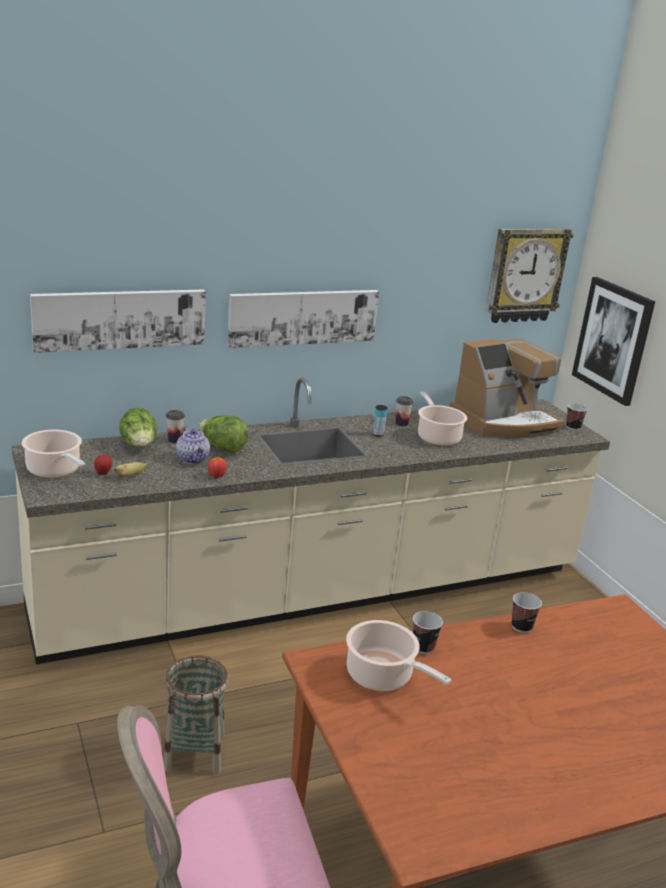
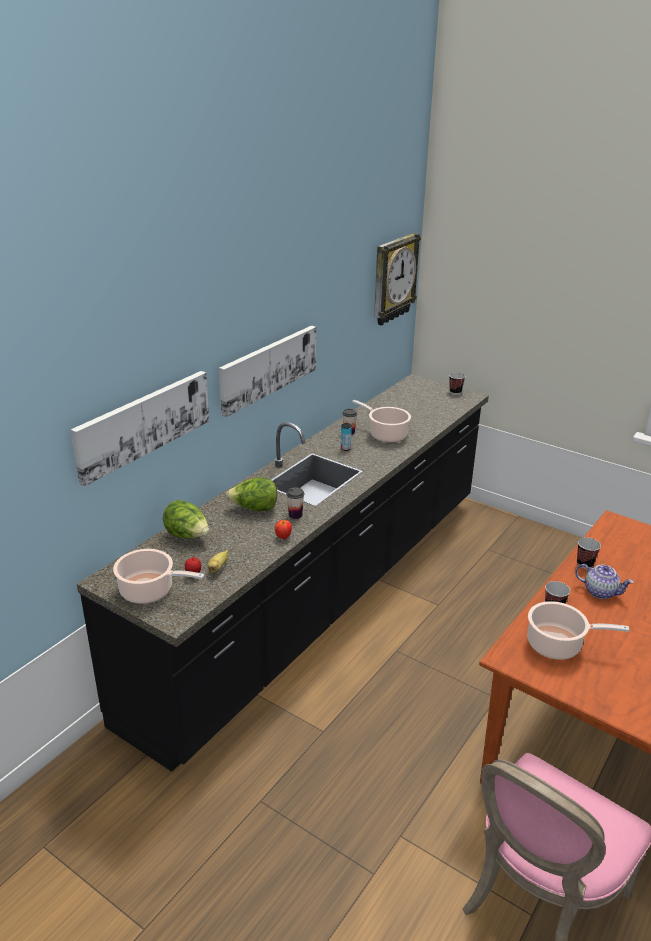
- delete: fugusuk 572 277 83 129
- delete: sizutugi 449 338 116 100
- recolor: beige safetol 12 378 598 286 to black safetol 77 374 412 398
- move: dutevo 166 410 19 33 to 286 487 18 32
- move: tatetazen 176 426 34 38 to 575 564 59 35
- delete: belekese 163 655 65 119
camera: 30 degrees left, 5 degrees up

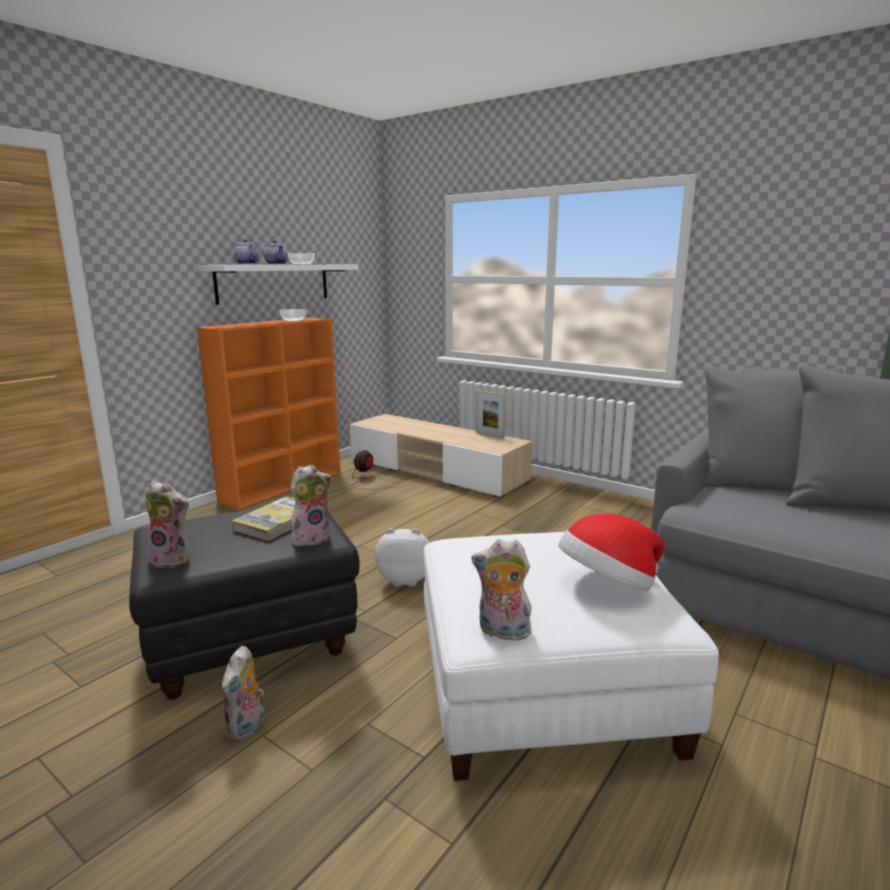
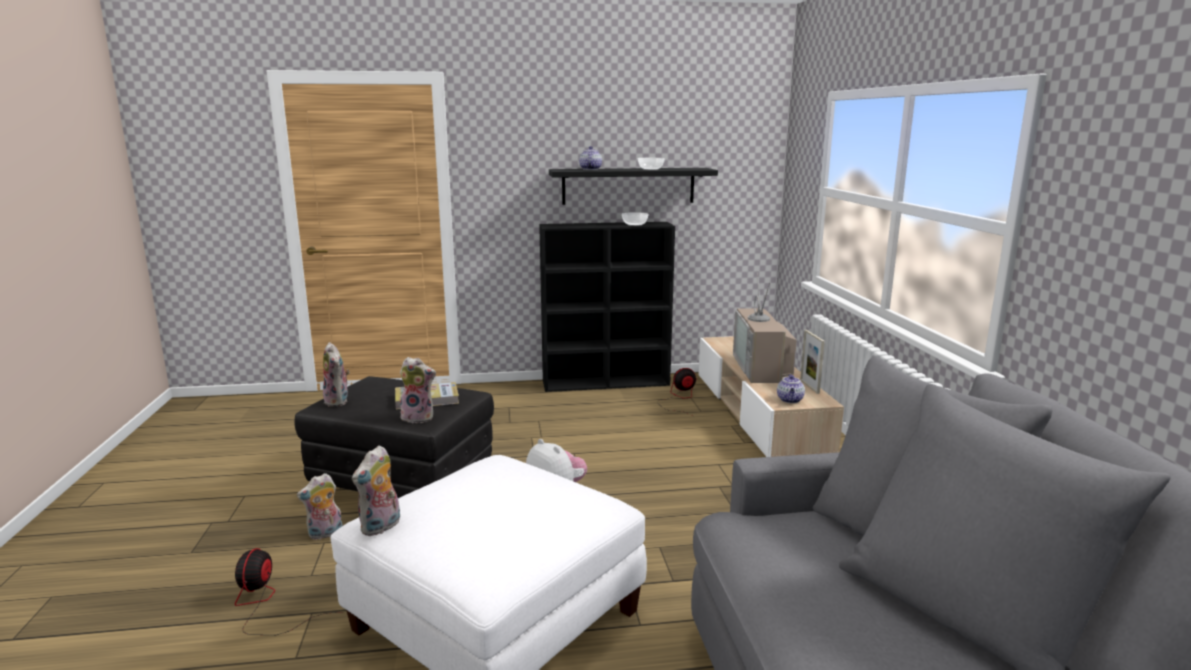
- move: tatetazen 264 240 24 24 to 777 374 28 29
- recolor: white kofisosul 199 265 160 40 to black kofisosul 549 168 169 37
- recolor: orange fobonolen 197 318 144 192 to black fobonolen 539 222 136 170
- delete: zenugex 558 514 106 76
- rotate: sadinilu 471 539 62 102 = 352 445 48 91 120 degrees counterclockwise
- insert: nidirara 733 271 64 112
- insert: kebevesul 235 548 108 87
camera: 45 degrees right, 0 degrees up

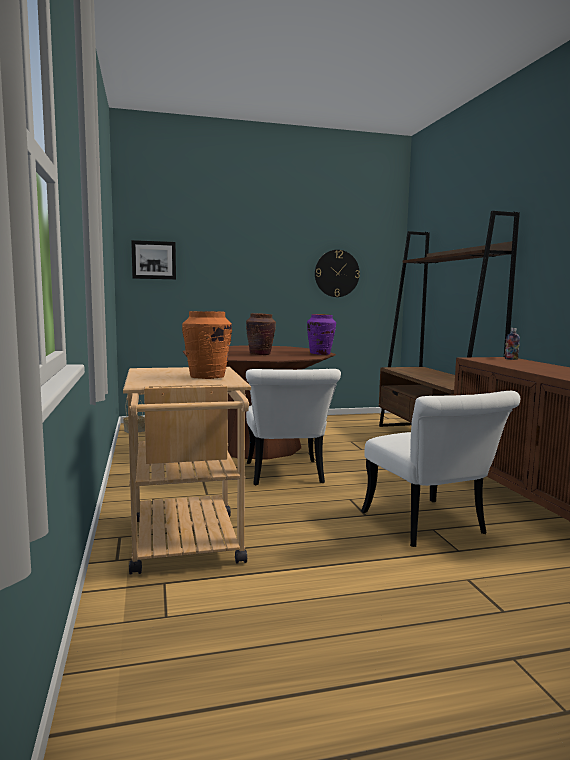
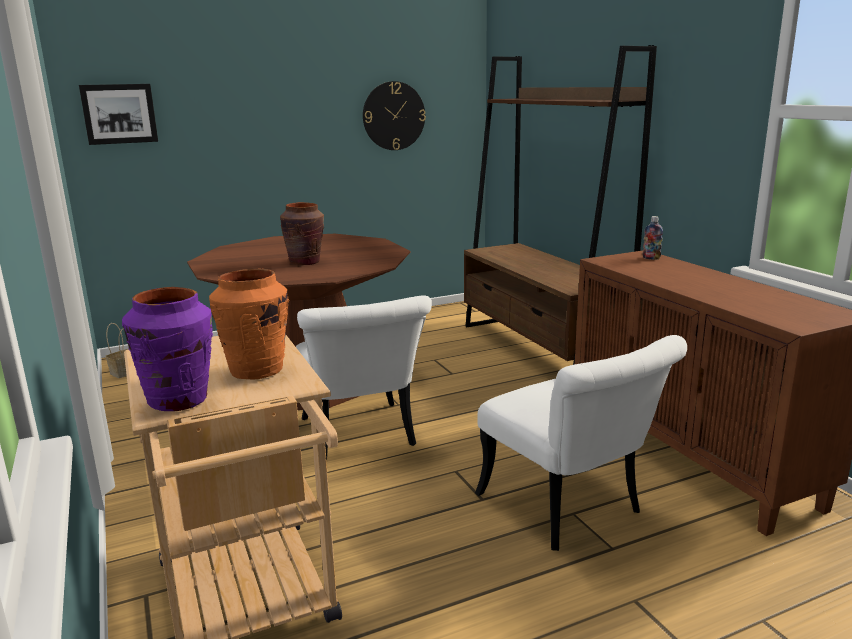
- move: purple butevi 307 314 29 41 to 122 287 91 124
camera: 10 degrees left, 10 degrees up

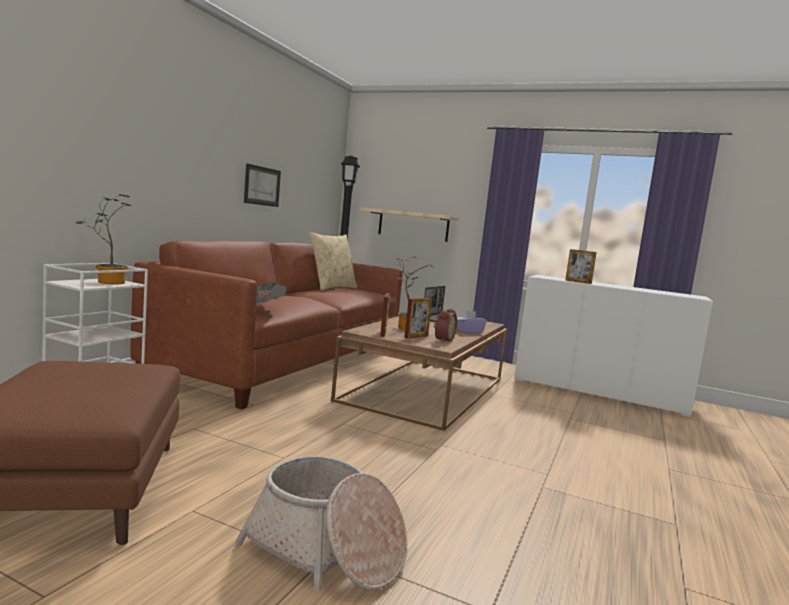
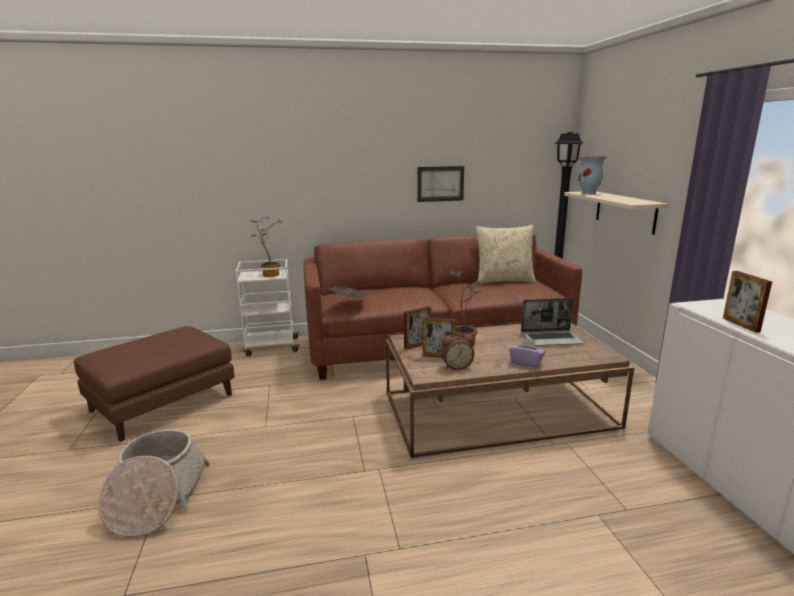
- insert: butevi 578 156 29 39
camera: 55 degrees right, 10 degrees up

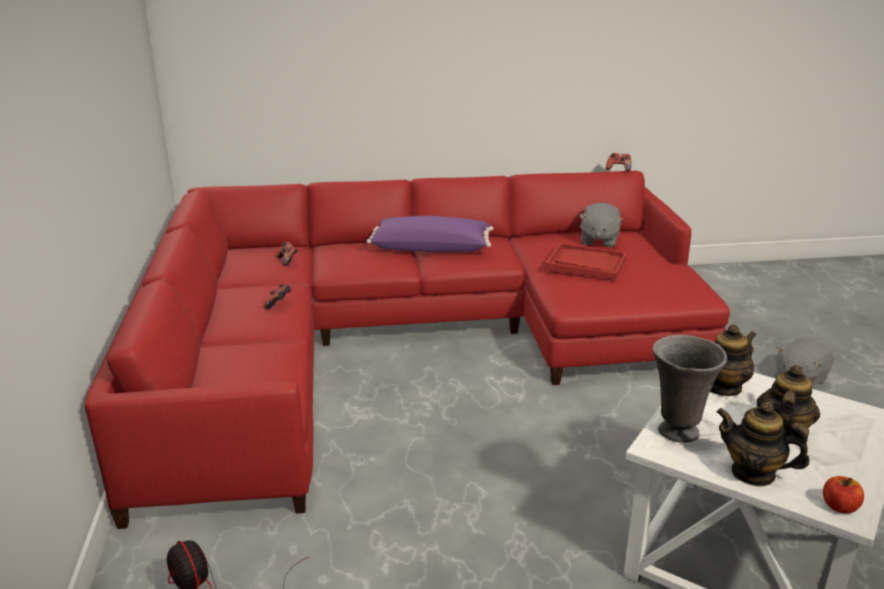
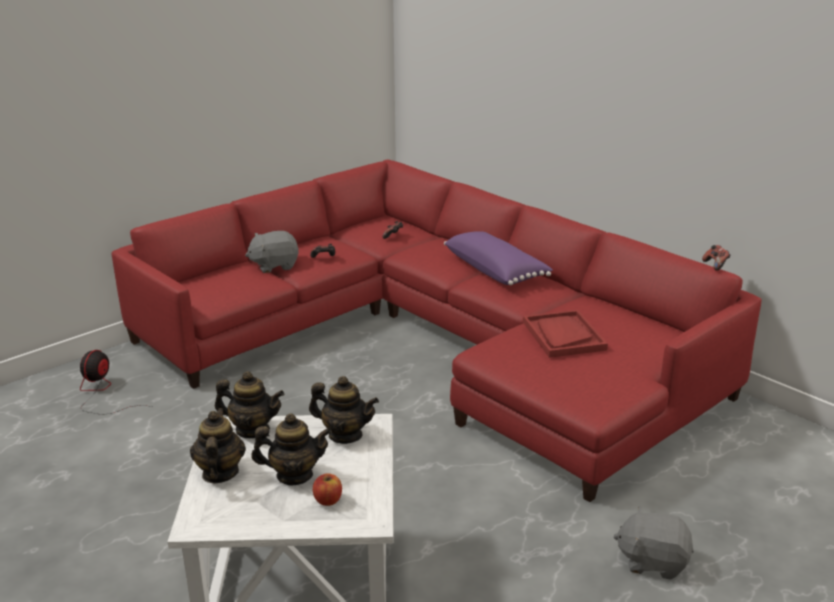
- move: grey sadinilu 579 203 44 45 to 245 231 54 42
- replace: grey butevi 652 335 75 108 to tatetazen 215 371 69 67
- move: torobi 823 476 41 37 to 313 473 29 33
camera: 55 degrees right, 0 degrees up

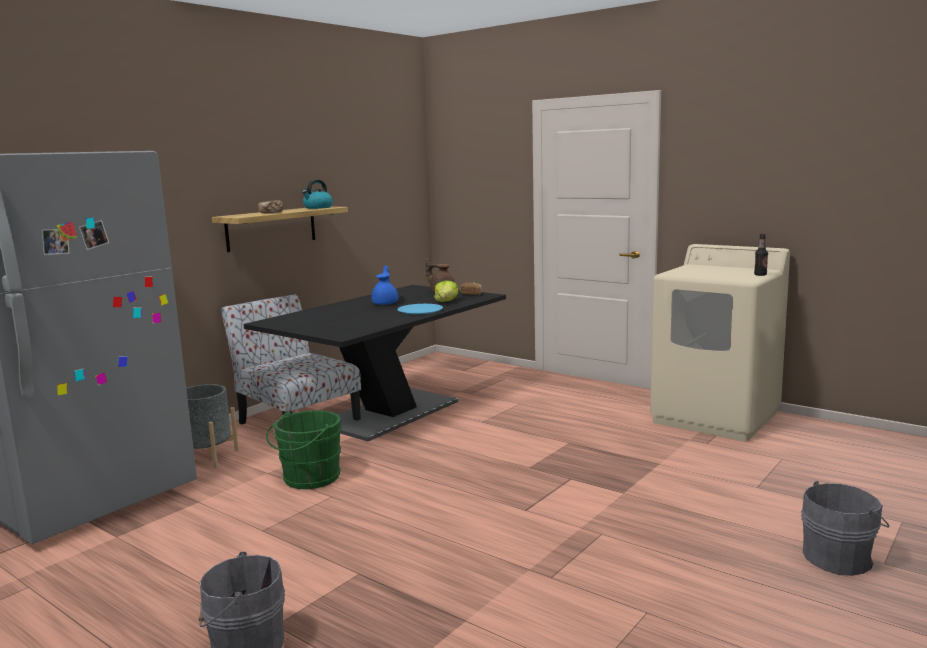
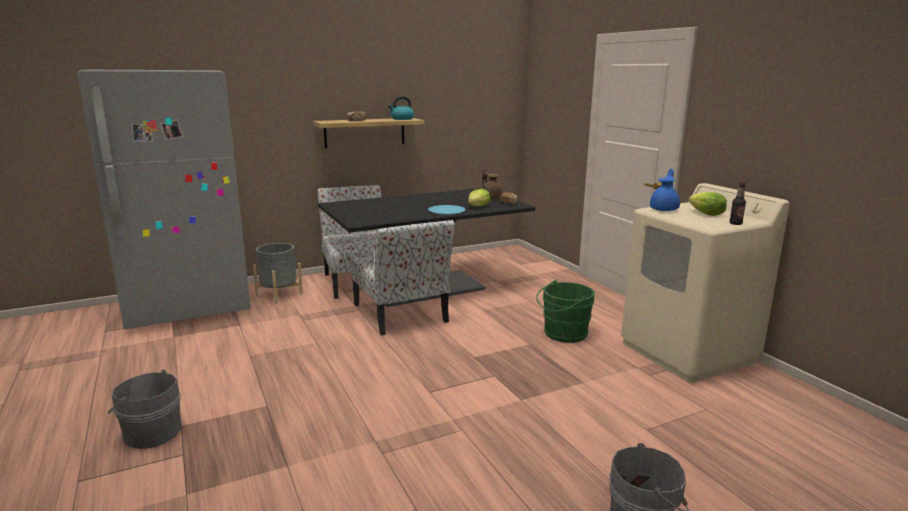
- move: blue tatetazen 372 265 26 40 to 650 169 30 42
- move: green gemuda 266 411 76 78 to 536 280 59 63
- insert: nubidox 688 192 39 24
- insert: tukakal 350 220 105 115
camera: 25 degrees right, 5 degrees up

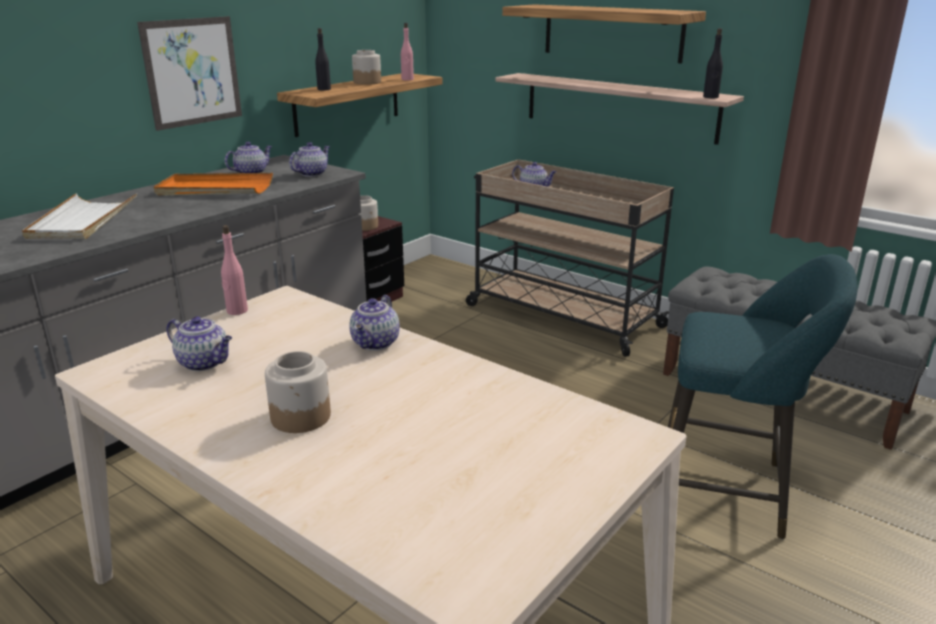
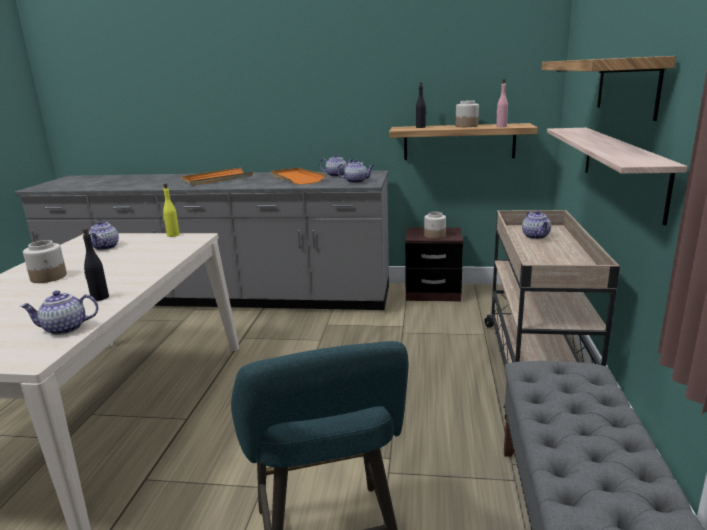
- delete: fugusuk 137 16 105 115
- move: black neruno 703 28 20 70 to 83 228 26 73
- recolor: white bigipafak 22 193 115 46 to orange bigipafak 182 167 71 19
- recolor: pink neruno 221 225 27 90 to yellow neruno 163 183 17 54
- move: tatetazen 349 295 51 56 to 20 291 78 44
camera: 60 degrees right, 5 degrees down

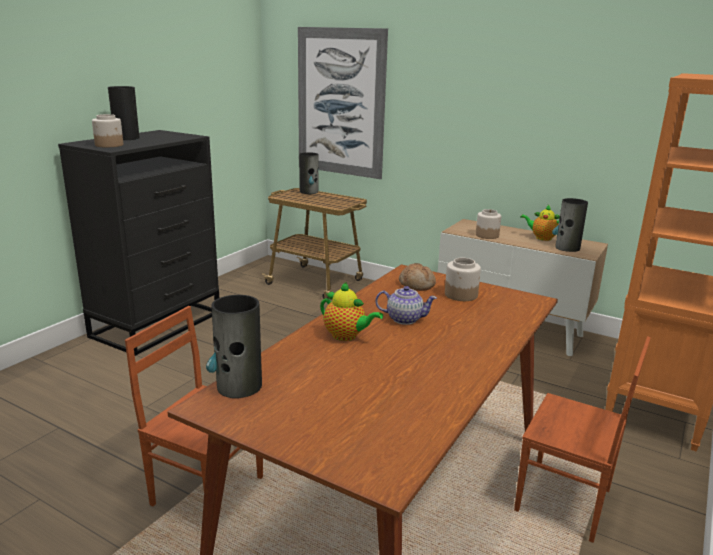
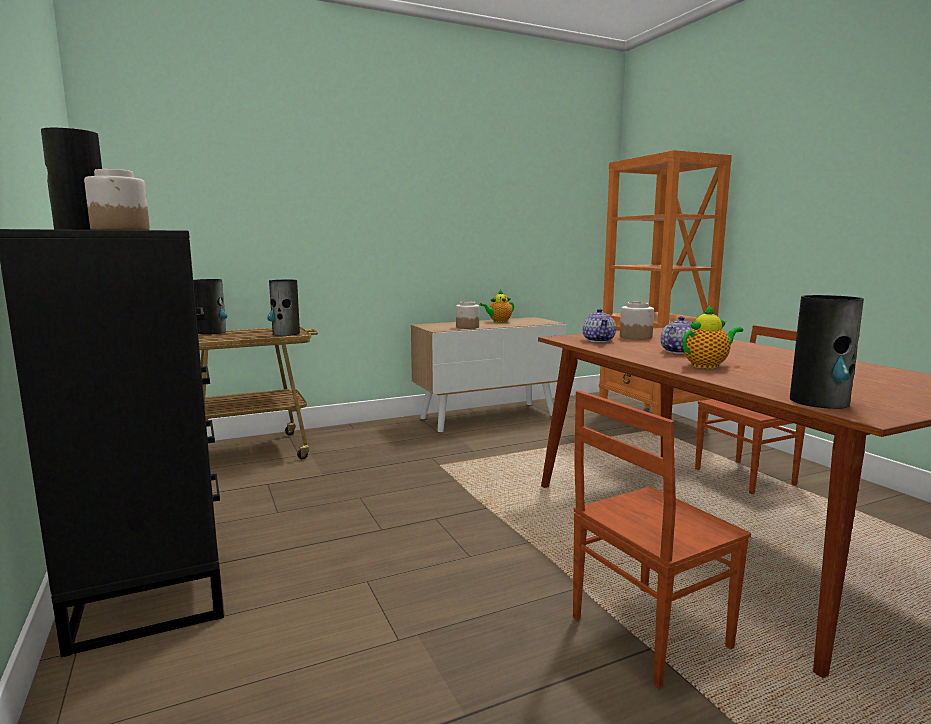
- delete: fugusuk 298 27 90 152
- move: butevi 552 198 36 54 to 267 280 33 56
- replace: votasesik 399 263 37 28 to tatetazen 582 309 34 33
camera: 55 degrees left, 10 degrees down

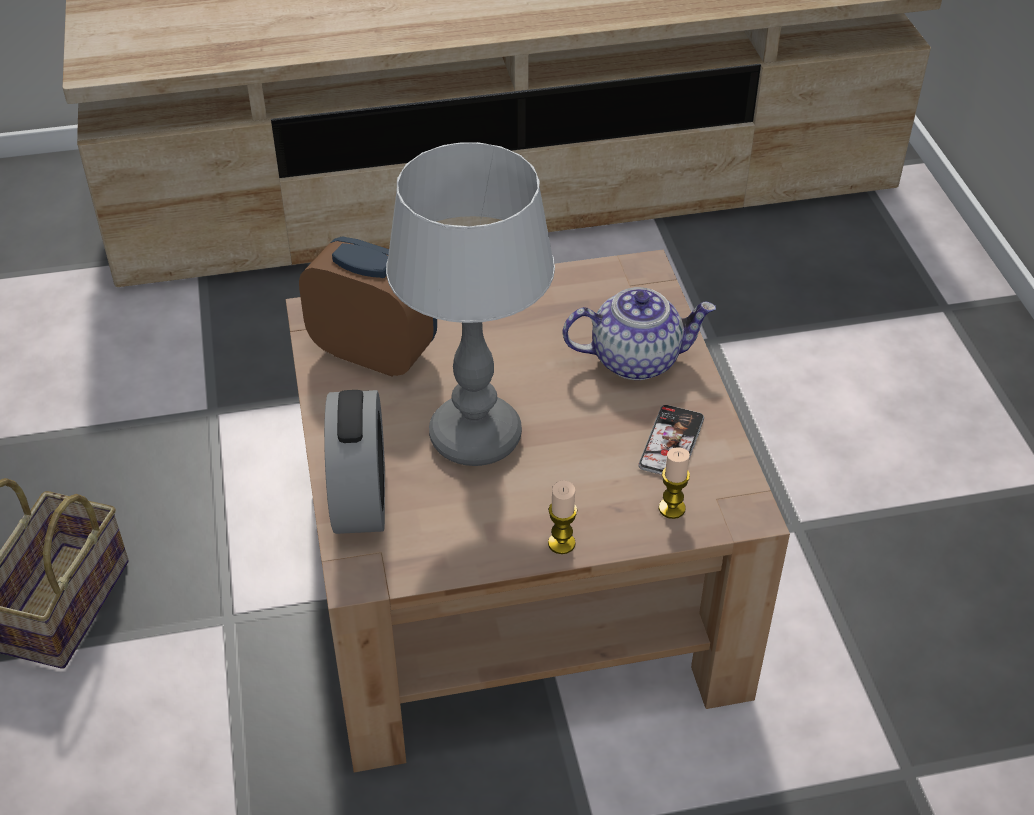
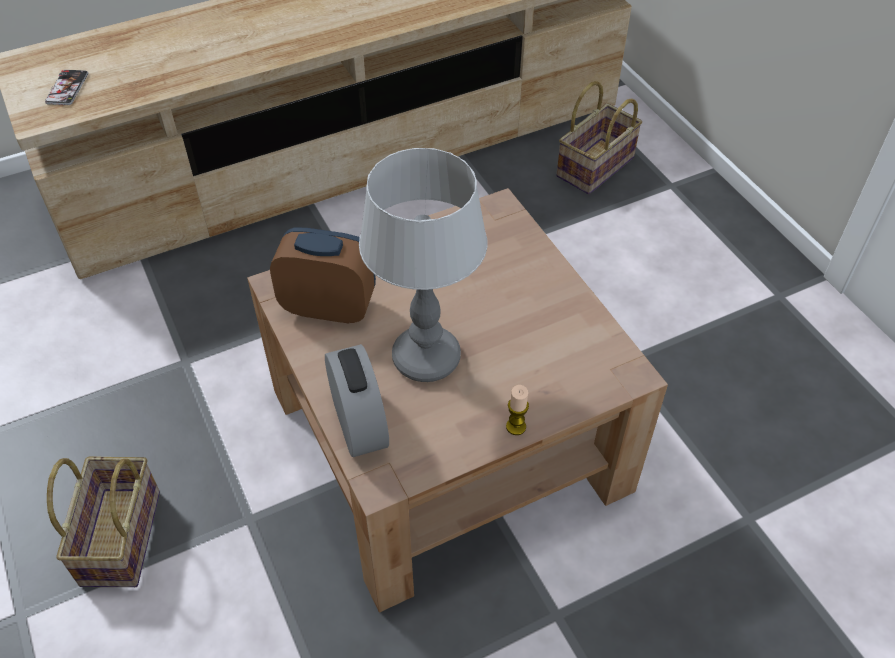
- delete: tatetazen 563 287 153 93
- move: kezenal 638 405 66 70 to 45 70 43 35
- delete: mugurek 659 447 31 72
- insert: belekese 556 81 86 113
camera: 15 degrees left, 5 degrees up

